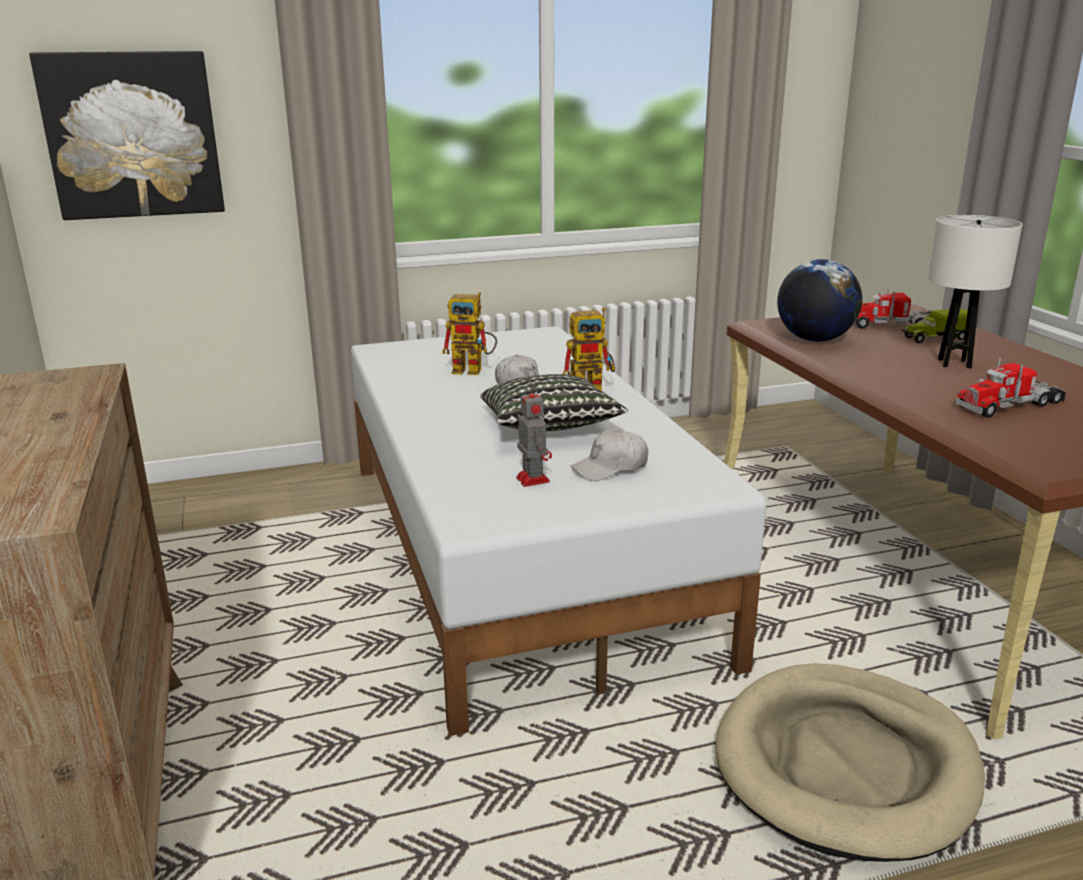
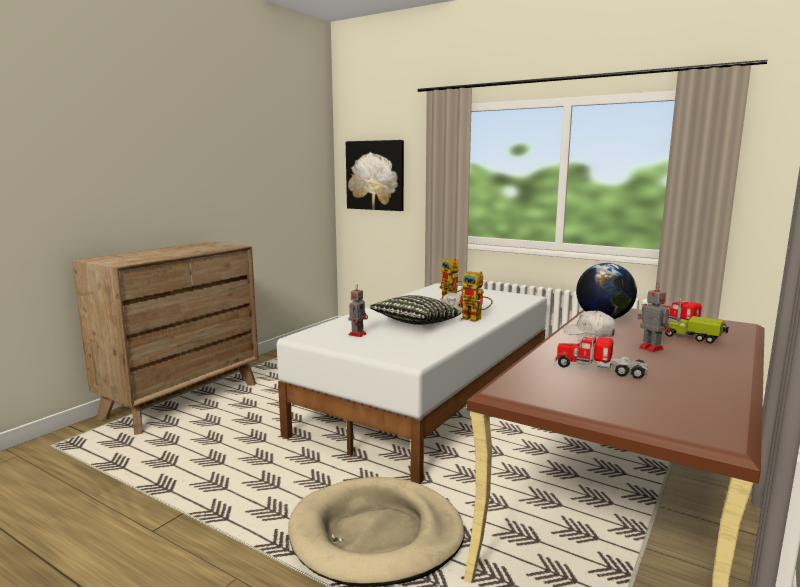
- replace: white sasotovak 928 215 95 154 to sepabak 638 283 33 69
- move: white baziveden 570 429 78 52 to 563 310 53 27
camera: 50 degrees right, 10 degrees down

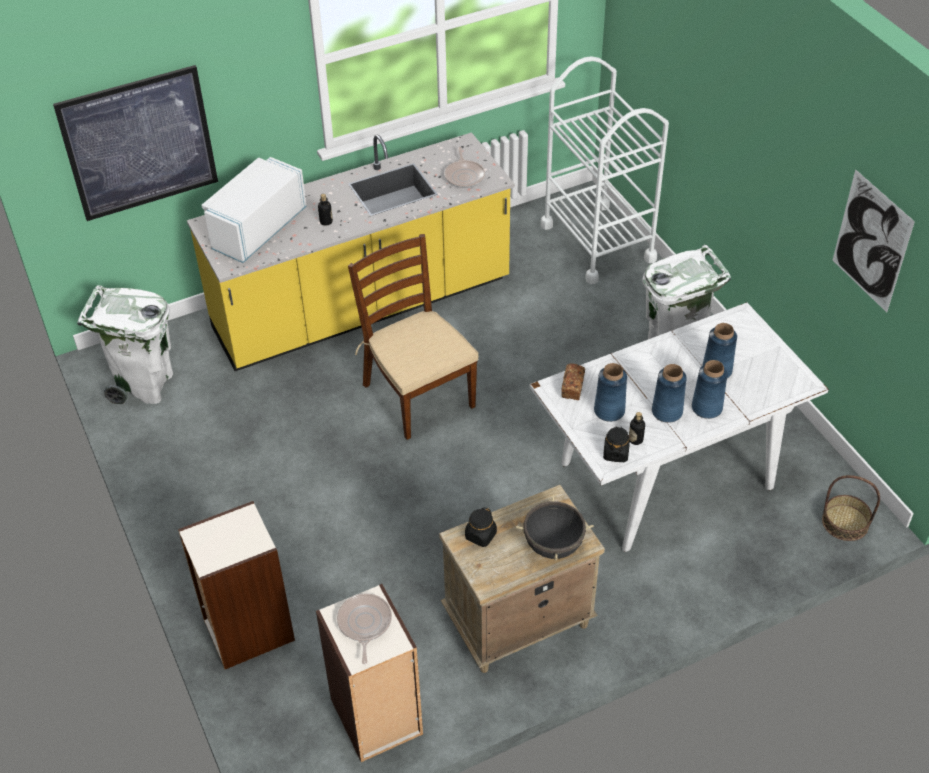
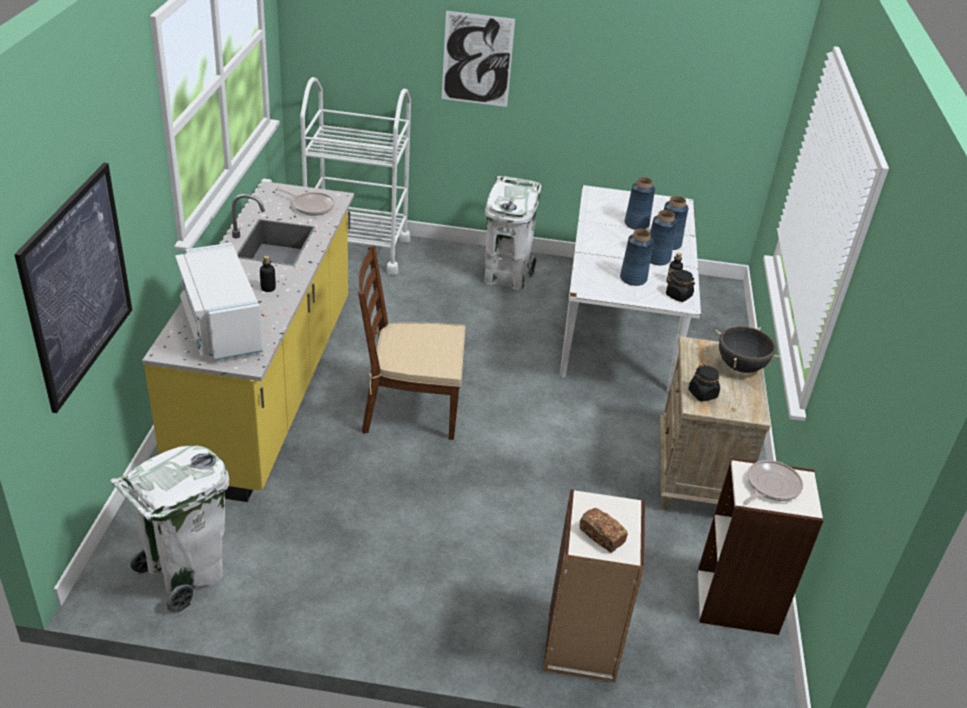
- move: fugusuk 833 170 82 143 to 442 11 73 96
- move: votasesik 561 363 24 37 to 579 508 49 45
- delete: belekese 822 475 58 66
- rotate: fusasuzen 337 594 55 70 = 743 460 60 45 105 degrees clockwise
camera: 60 degrees left, 10 degrees down

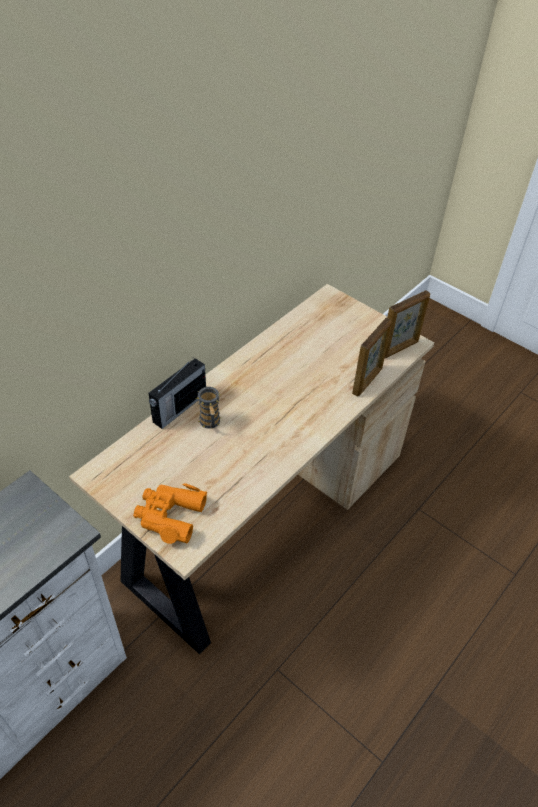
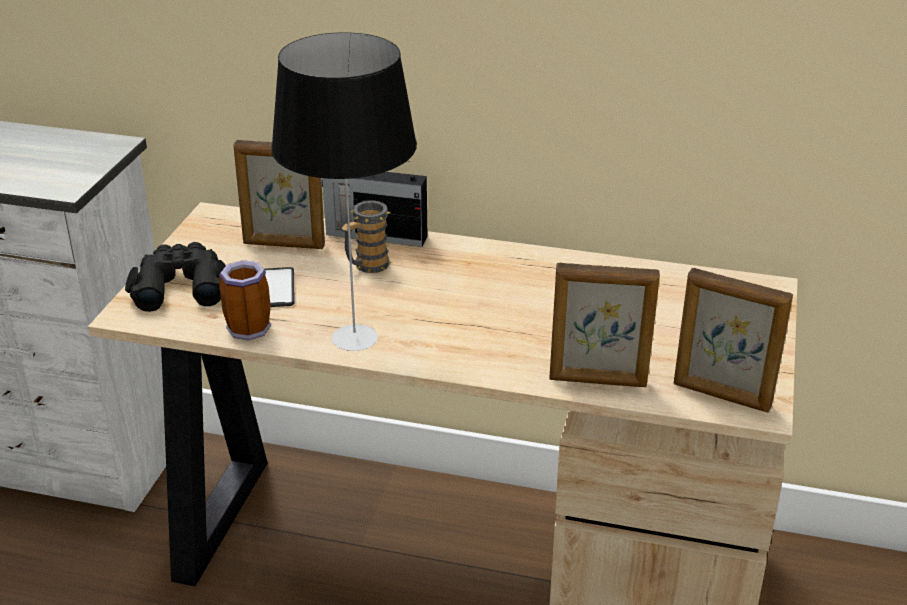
- recolor: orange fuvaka 133 483 74 61 to black fuvaka 125 242 101 70
- insert: sasotovak 271 32 146 319
- insert: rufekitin 233 140 92 109
- insert: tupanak 219 260 52 81
- insert: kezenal 264 267 30 40
camera: 65 degrees right, 15 degrees down

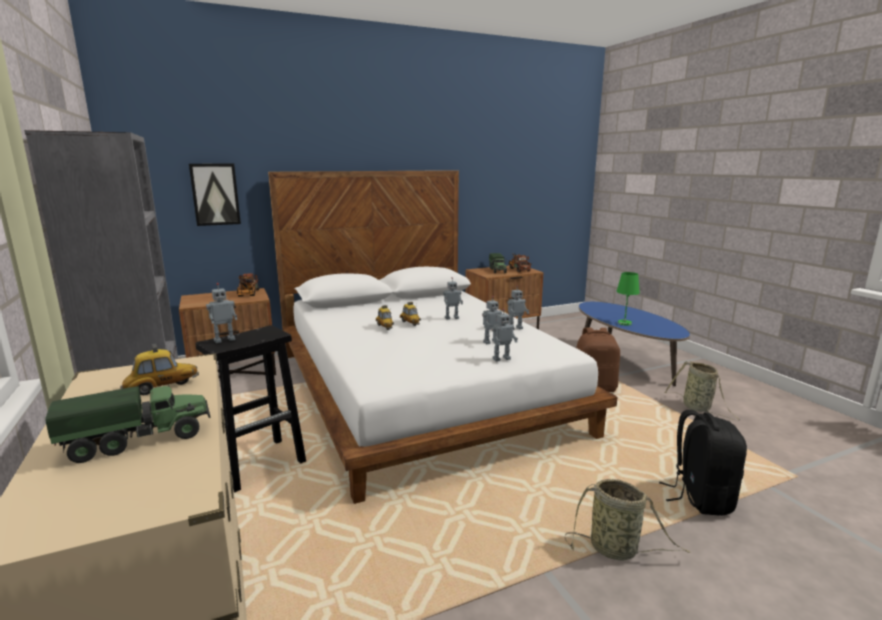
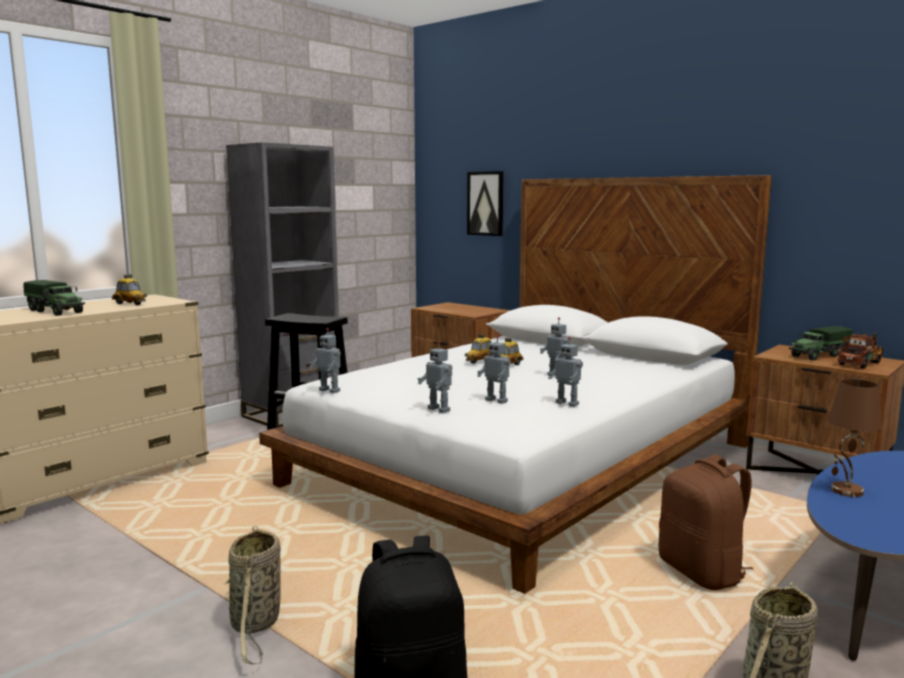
- recolor: green sasotovak 616 272 24 54 to brown sasotovak 828 379 54 118
- delete: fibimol 237 274 22 22
- move: sepabak 206 283 31 60 to 309 328 32 65
camera: 65 degrees right, 5 degrees down

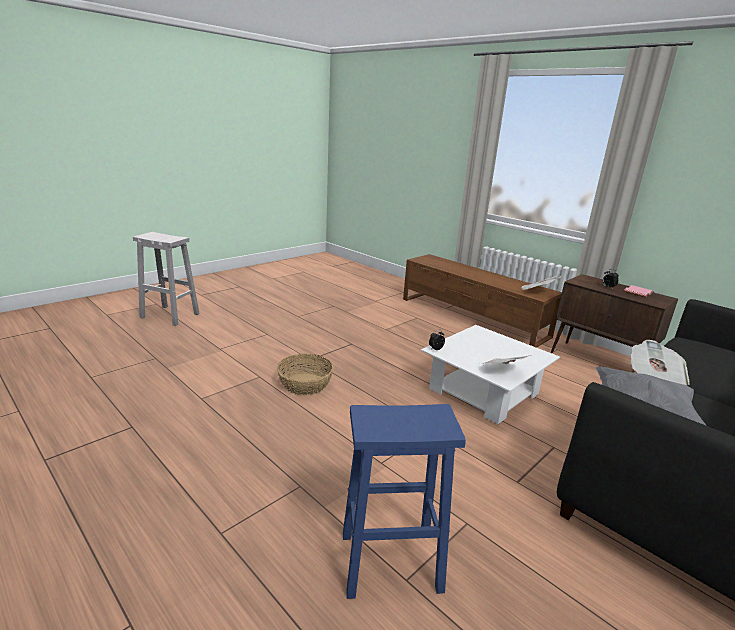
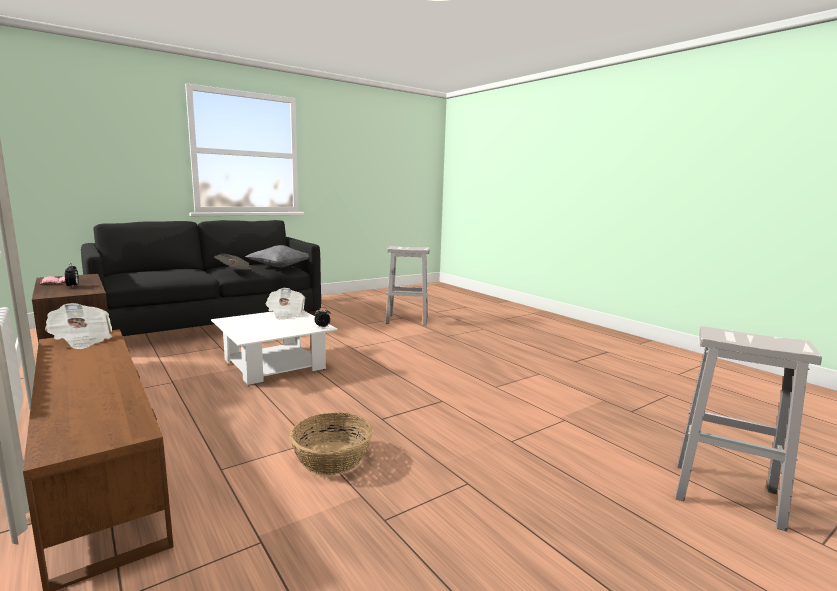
- move: belekese 277 353 57 43 to 290 412 83 63
- recolor: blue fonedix 343 404 123 195 to white fonedix 386 246 44 80
camera: 170 degrees left, 10 degrees down

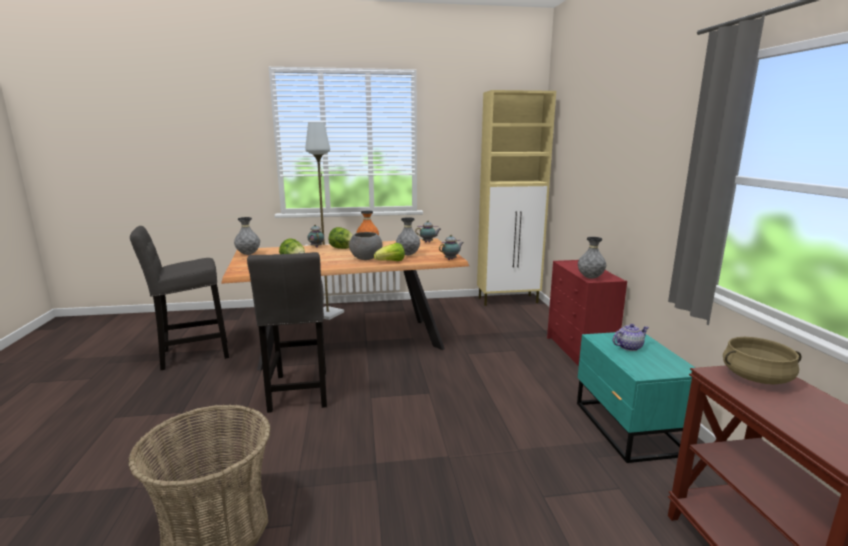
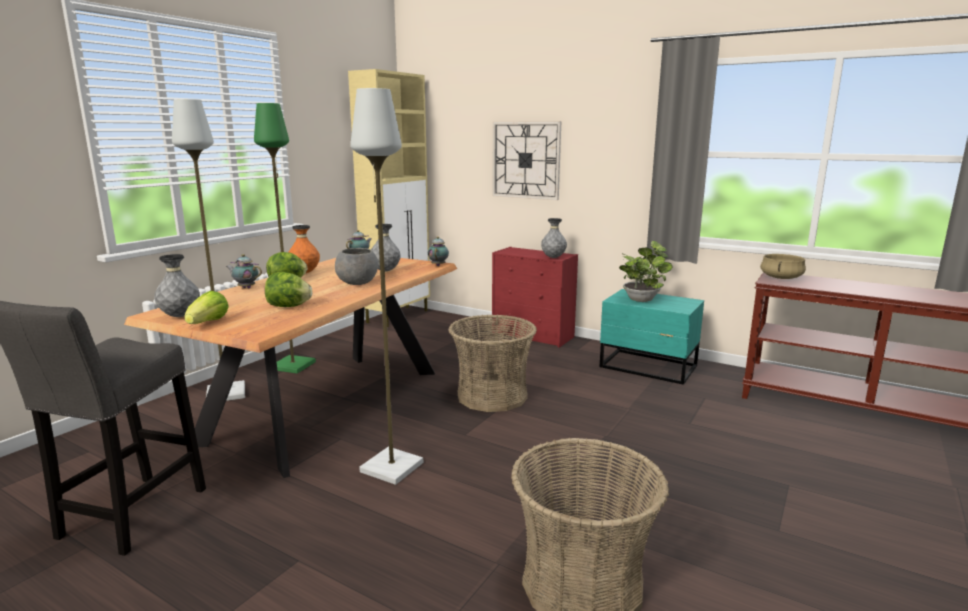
- move: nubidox 374 243 31 18 to 184 291 45 33
- replace: grey fonedix 247 252 80 161 to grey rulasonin 351 88 72 397
- replace: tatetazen 613 324 36 27 to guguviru 619 241 53 61
- insert: green rulasonin 254 103 62 270
- insert: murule 492 121 69 79
- insert: belekese 448 314 89 98
camera: 50 degrees left, 0 degrees up

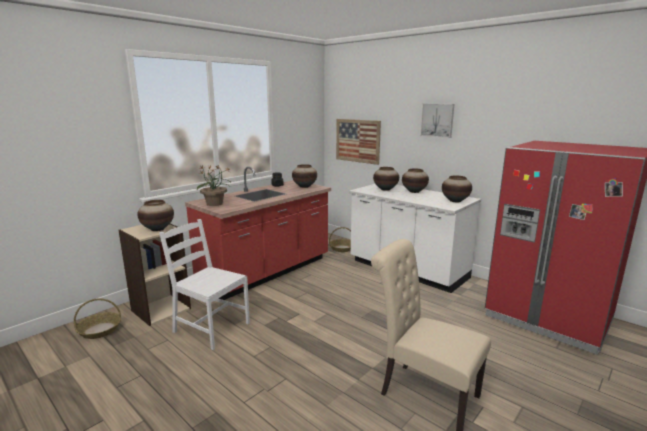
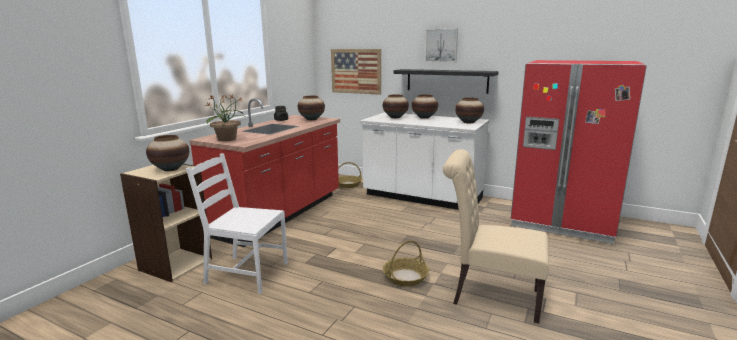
- move: belekese 74 298 47 41 to 383 240 46 47
- insert: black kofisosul 393 69 106 25
camera: 15 degrees left, 0 degrees up

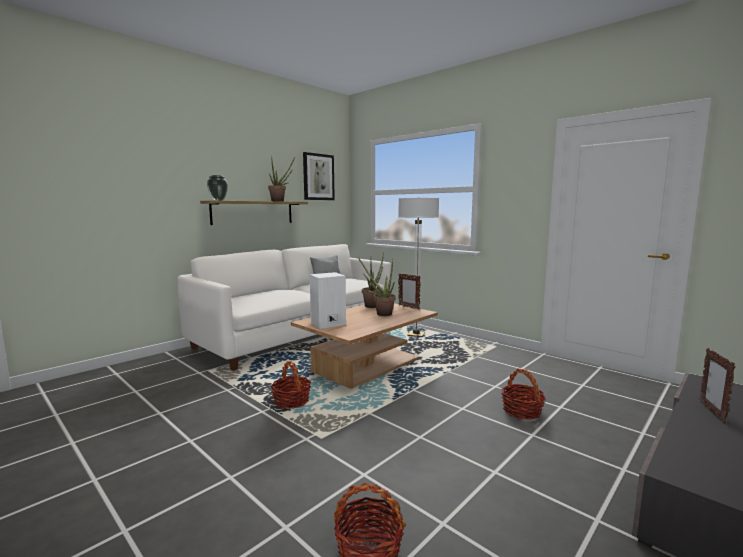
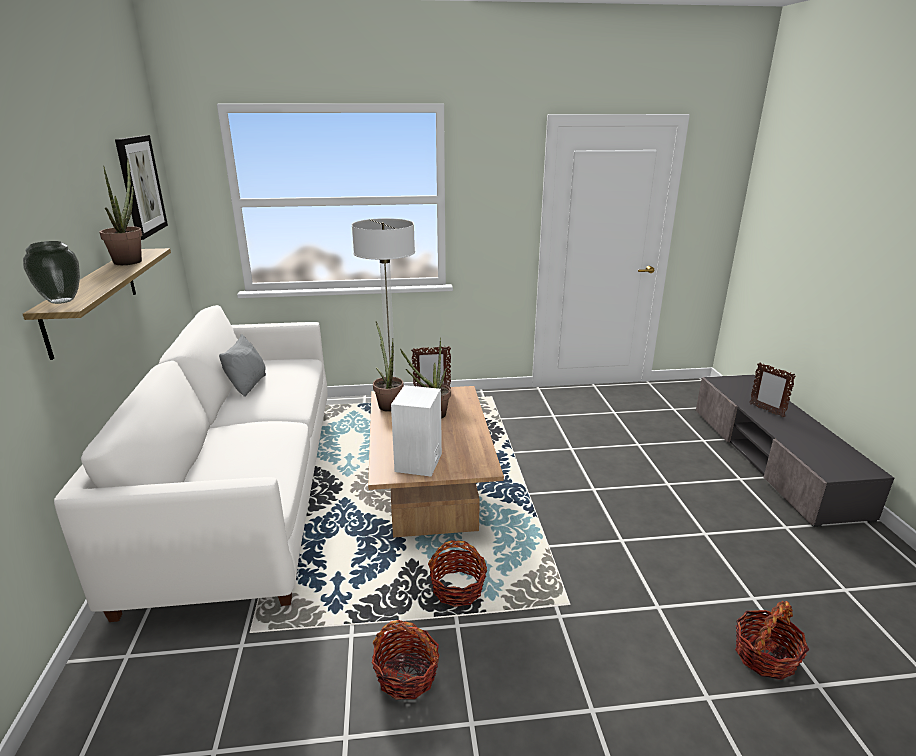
- move: belekese 501 369 45 51 to 372 620 67 80
camera: 50 degrees left, 15 degrees up

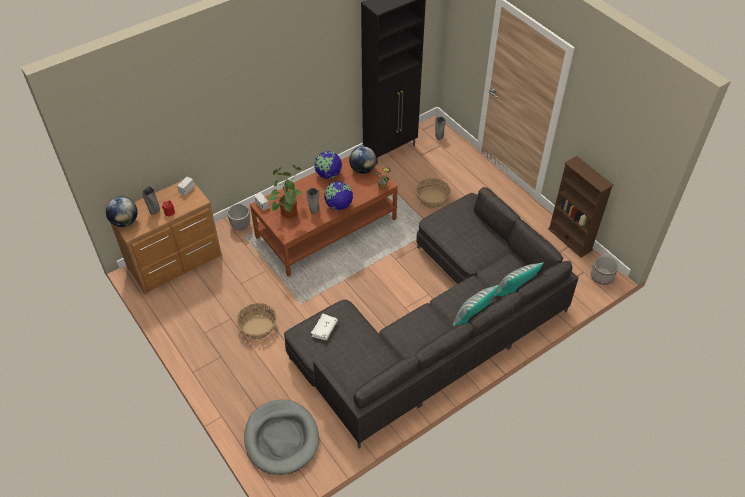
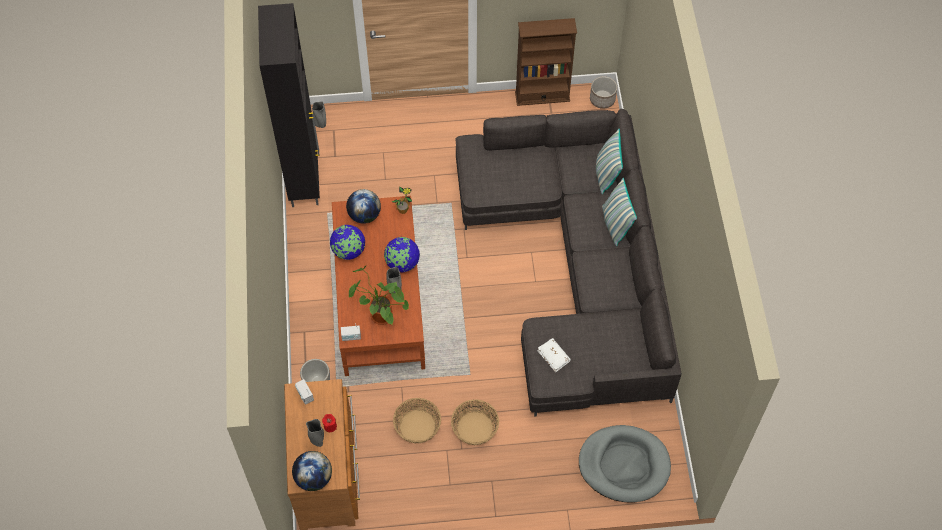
- move: belekese 416 178 35 30 to 393 398 48 45
camera: 60 degrees left, 10 degrees up

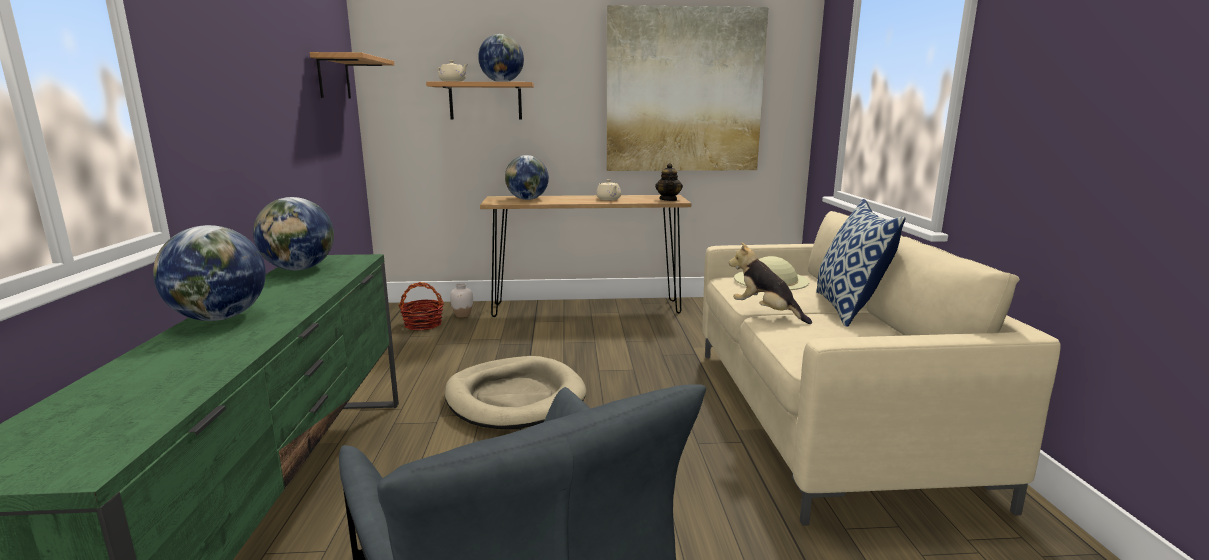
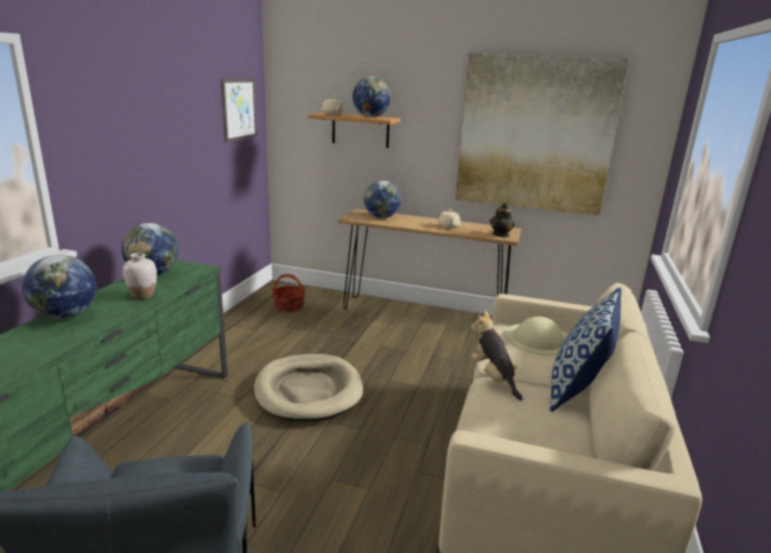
- replace: kofisosul 310 52 85 47 to fugusuk 221 78 36 65
- move: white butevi 450 283 23 35 to 123 252 34 47
camera: 20 degrees right, 5 degrees up

